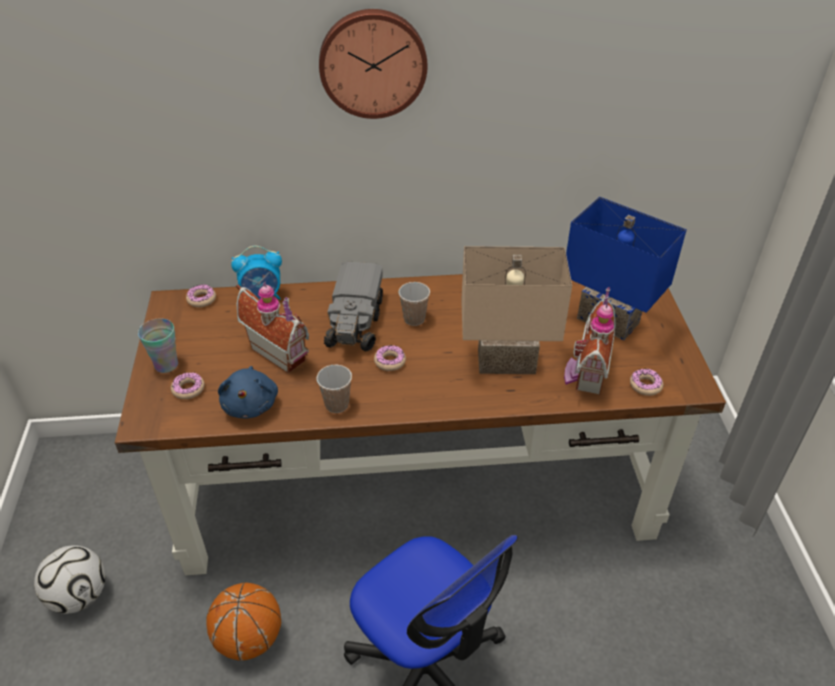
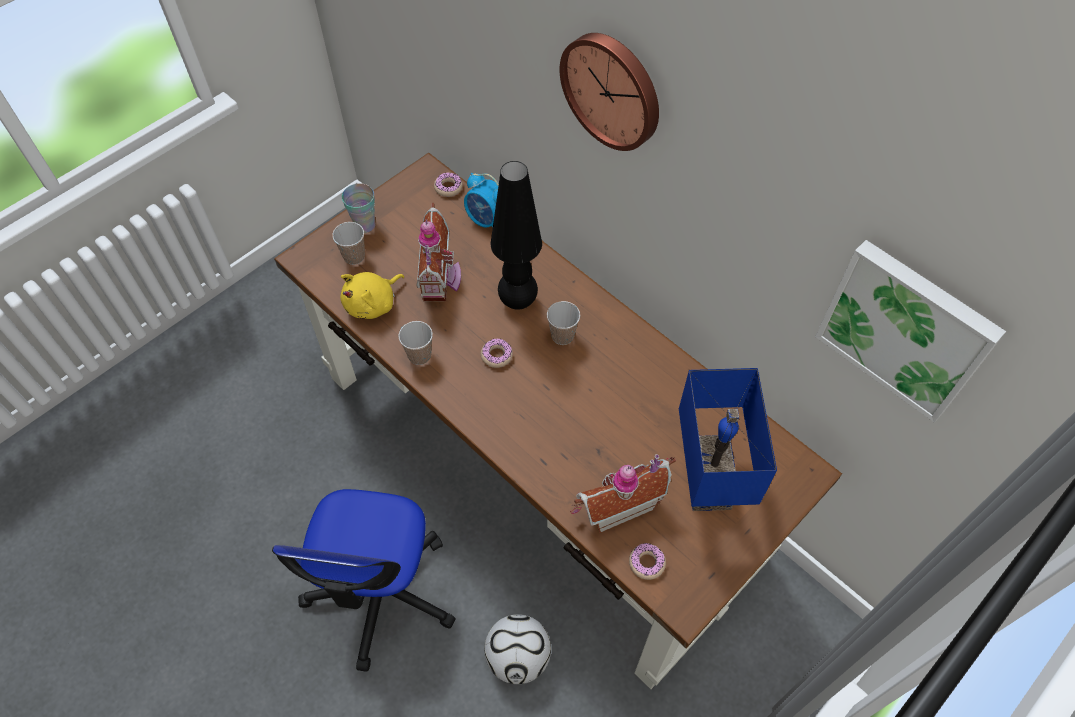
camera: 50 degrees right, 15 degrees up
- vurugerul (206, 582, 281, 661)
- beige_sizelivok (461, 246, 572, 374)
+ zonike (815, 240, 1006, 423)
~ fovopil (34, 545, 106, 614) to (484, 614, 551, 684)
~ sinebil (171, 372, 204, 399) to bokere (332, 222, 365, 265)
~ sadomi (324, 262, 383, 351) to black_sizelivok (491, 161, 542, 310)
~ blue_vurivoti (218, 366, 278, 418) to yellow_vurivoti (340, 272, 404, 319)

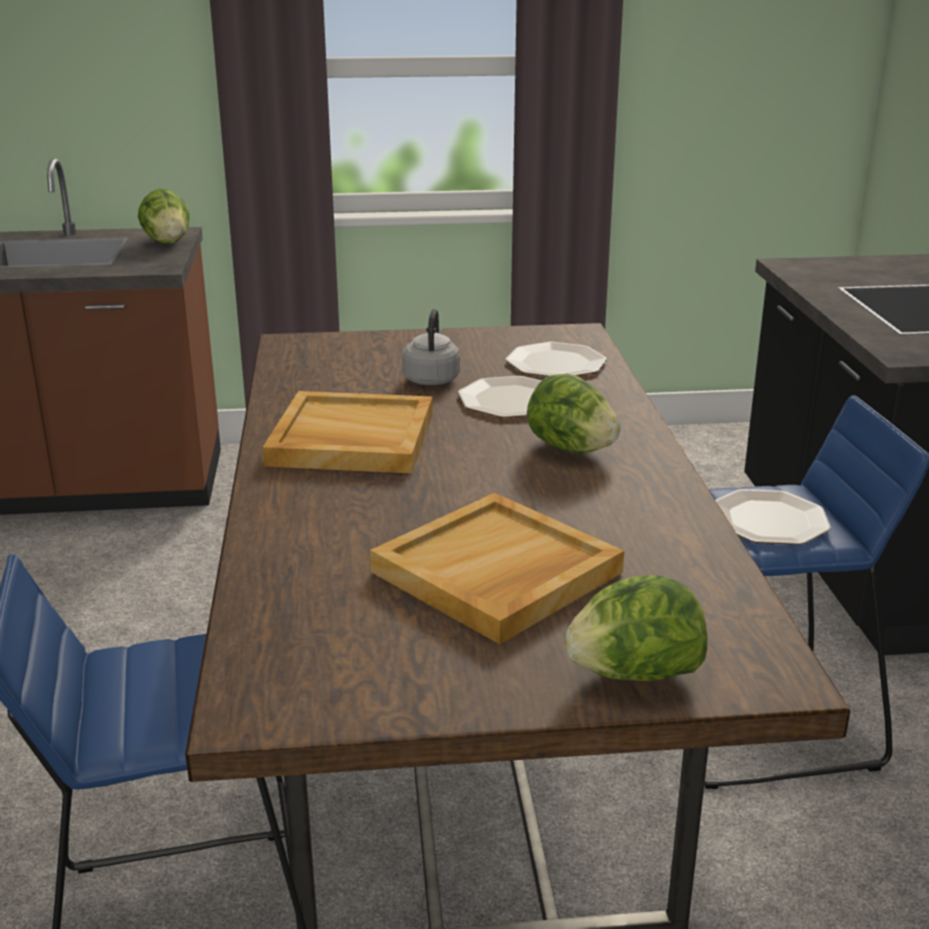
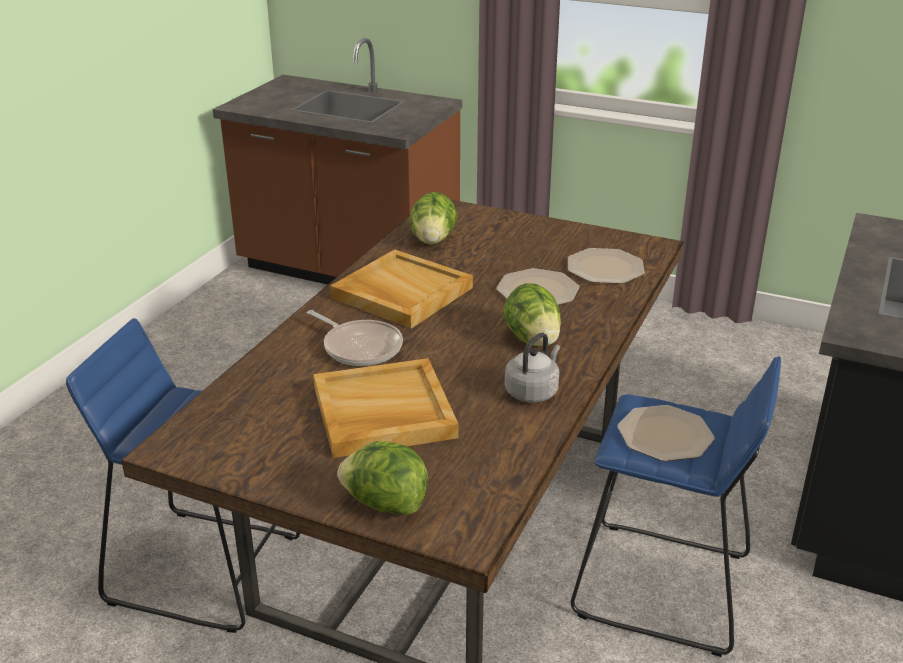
camera: 30 degrees right, 5 degrees up
+ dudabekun (307, 310, 403, 366)
~ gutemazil (138, 188, 190, 244) to (409, 192, 457, 245)
~ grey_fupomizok (402, 309, 460, 385) to (505, 332, 560, 403)

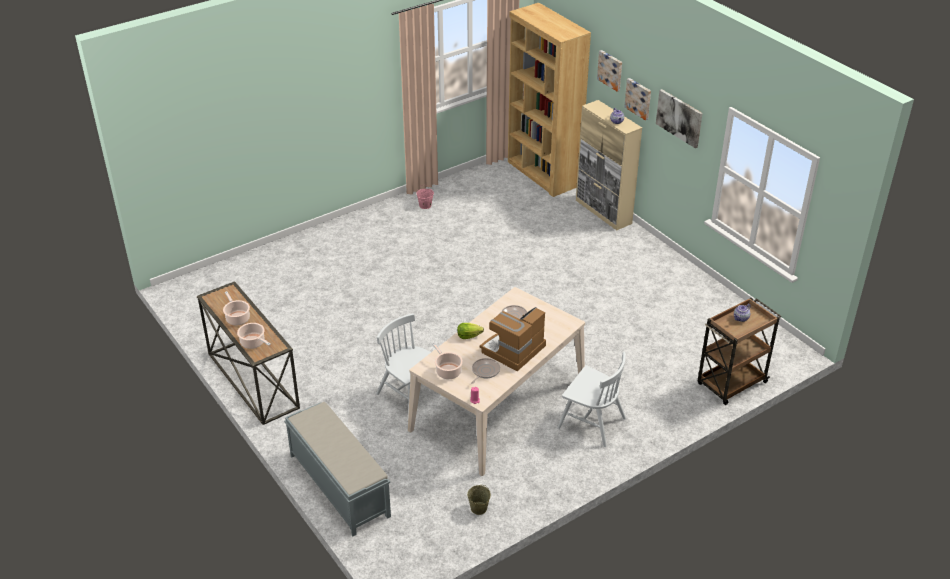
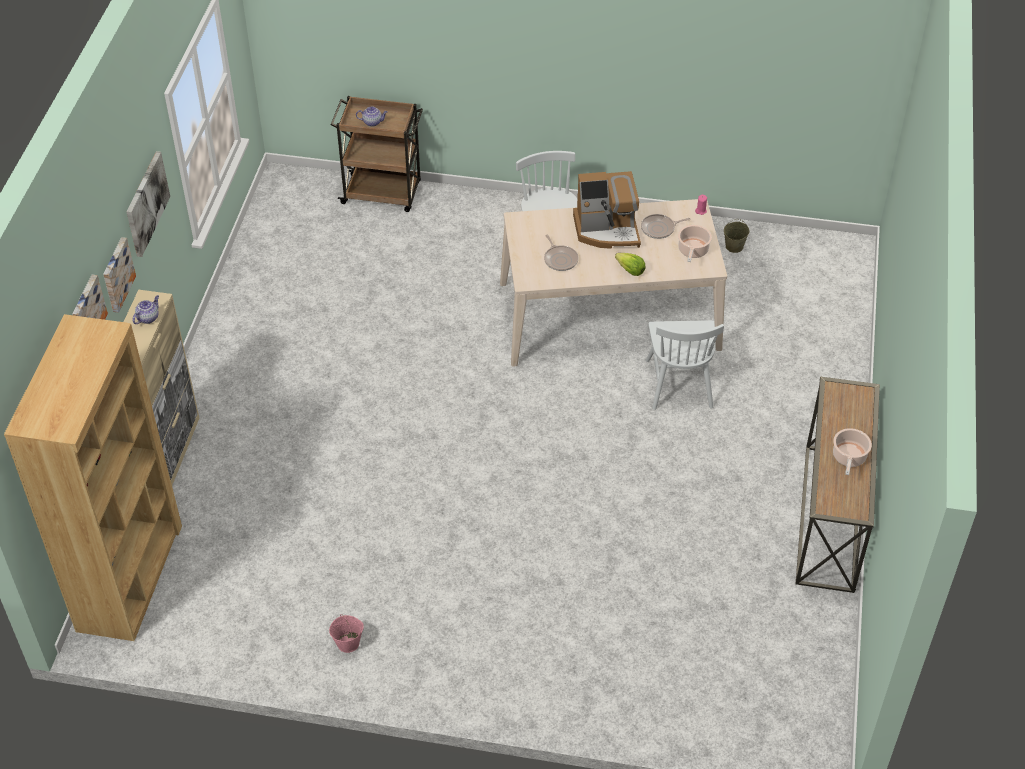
camera: 135 degrees left, 10 degrees up
- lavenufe (237, 323, 271, 349)
- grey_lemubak (284, 402, 391, 536)

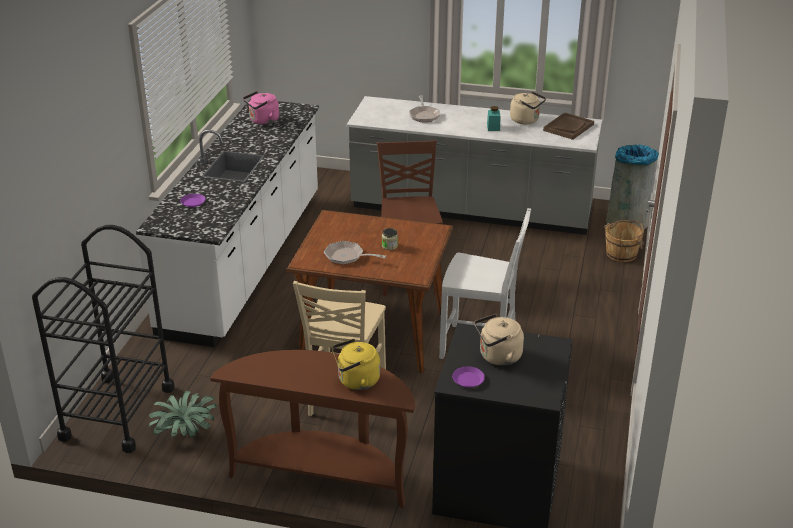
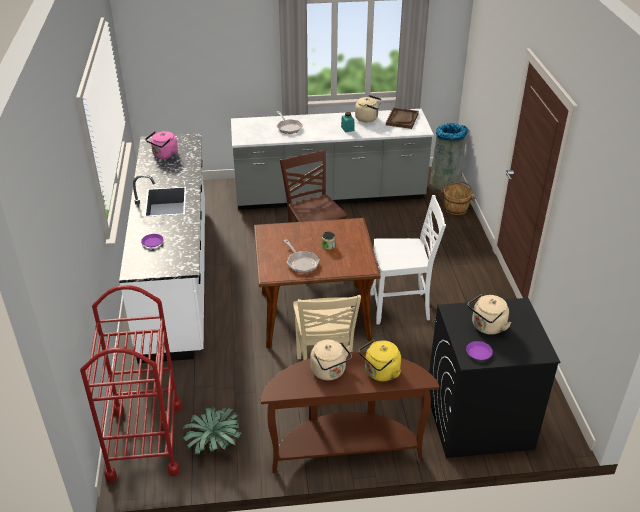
camera: 20 degrees left, 5 degrees up
+ beige_fupomizok (310, 339, 352, 380)
~ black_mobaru (32, 225, 175, 453) to red_mobaru (80, 285, 182, 482)
~ dudabekun (324, 241, 386, 265) = (284, 239, 320, 273) 120 degrees counterclockwise

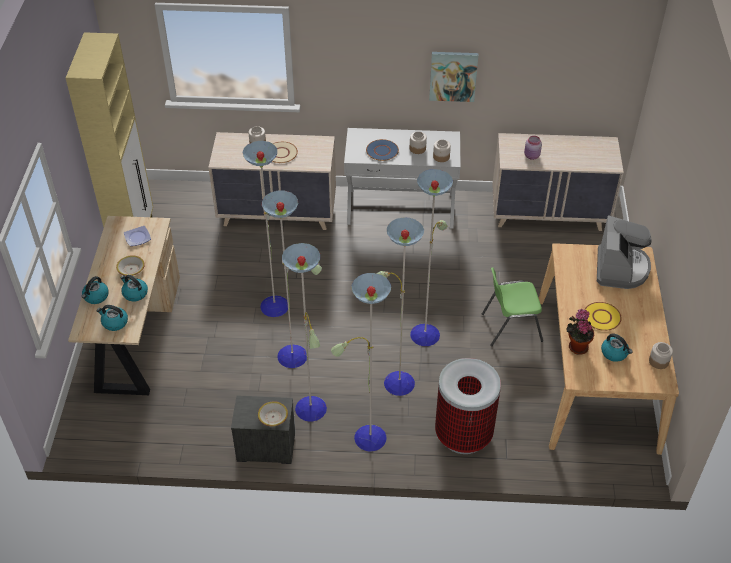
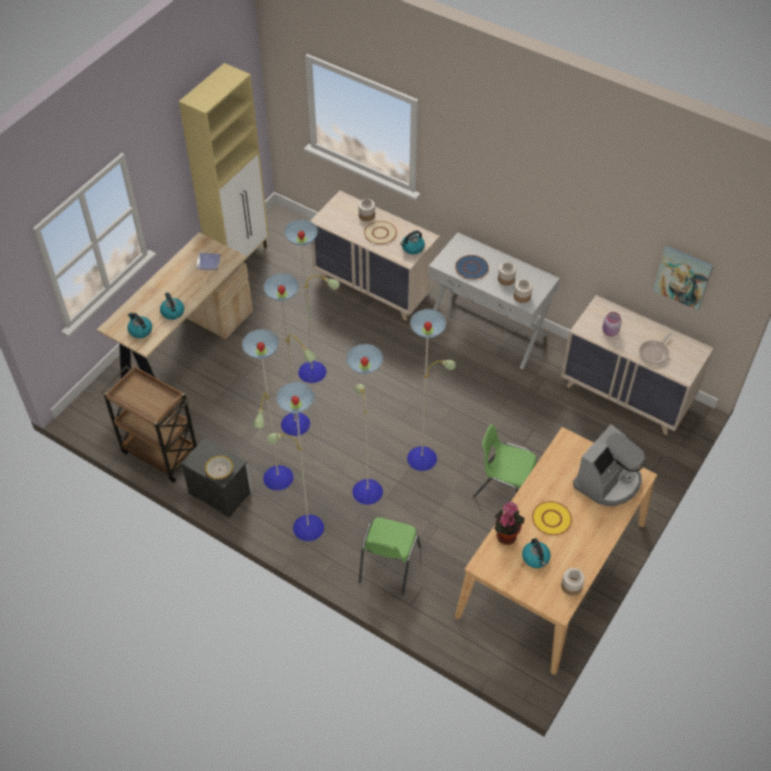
camera: 30 degrees right, 5 degrees up
- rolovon (116, 255, 145, 276)
+ brown_mobaru (101, 365, 197, 483)
+ dudabekun (639, 333, 672, 365)
~ fupomizok (82, 276, 109, 304) to (400, 231, 425, 254)
~ zonike (429, 52, 478, 102) to (653, 245, 713, 310)
~ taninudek (435, 358, 501, 454) to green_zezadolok (359, 517, 421, 595)

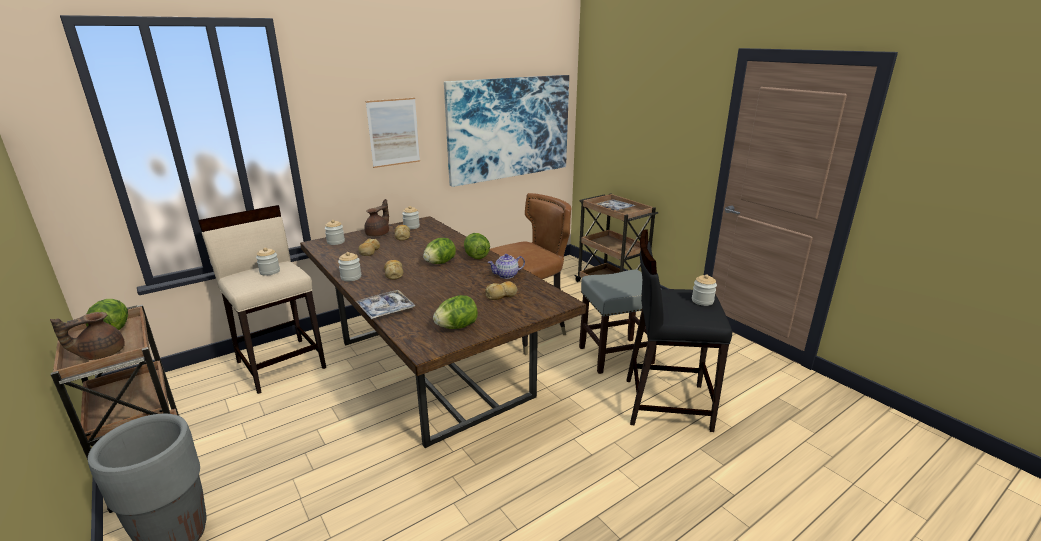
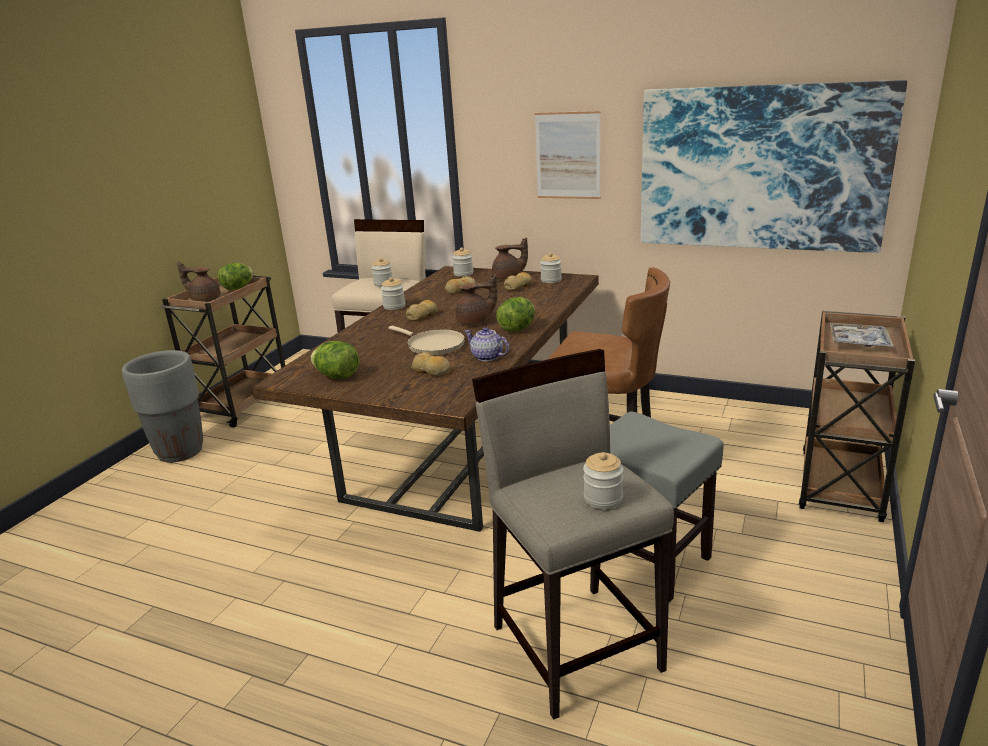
camera: 60 degrees right, 0 degrees up
- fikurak (356, 290, 416, 319)
+ beige_dudabekun (389, 326, 465, 355)
~ gutemazil (423, 238, 456, 264) to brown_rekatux (455, 274, 497, 324)
~ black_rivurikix (627, 229, 732, 432) to beige_rivurikix (472, 349, 674, 720)

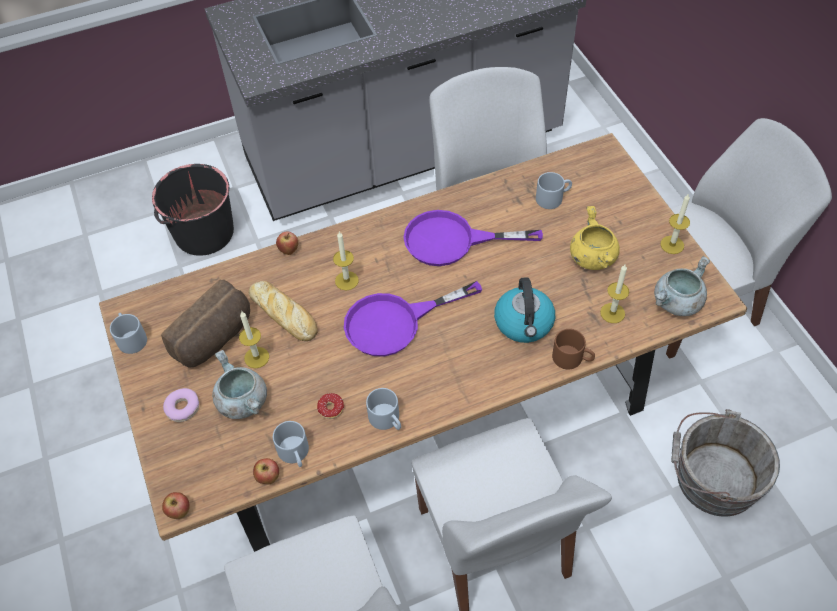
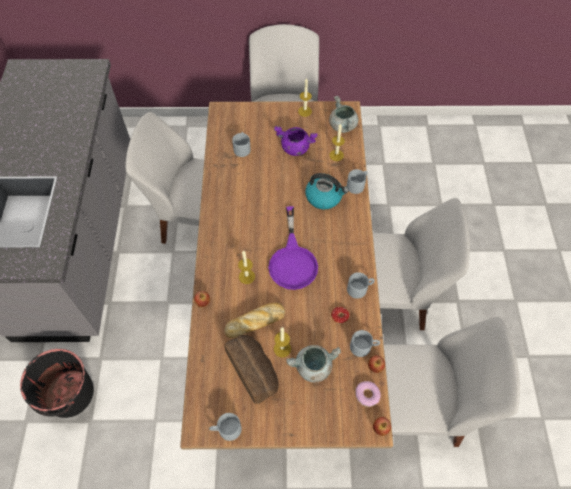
camera: 70 degrees left, 5 degrees up
- purple_dudabekun (403, 210, 543, 266)
- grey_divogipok (671, 409, 780, 517)
~ sinebil (163, 388, 199, 422) to (355, 381, 381, 407)
~ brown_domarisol (552, 329, 595, 370) to grey_domarisol (347, 169, 367, 194)
~ yellow_lavenufe (570, 206, 620, 270) to purple_lavenufe (274, 126, 318, 156)

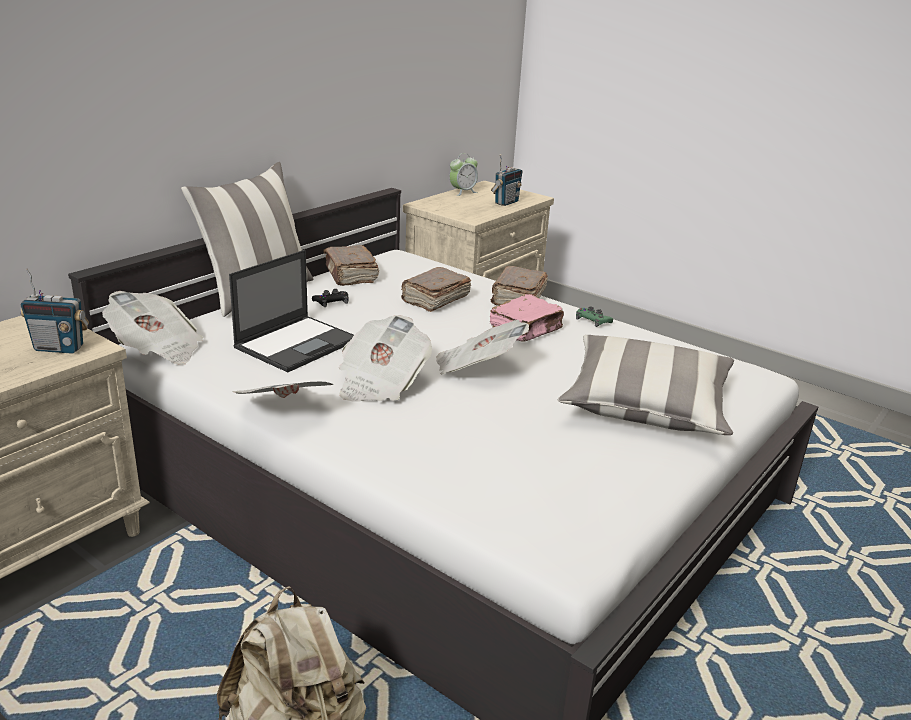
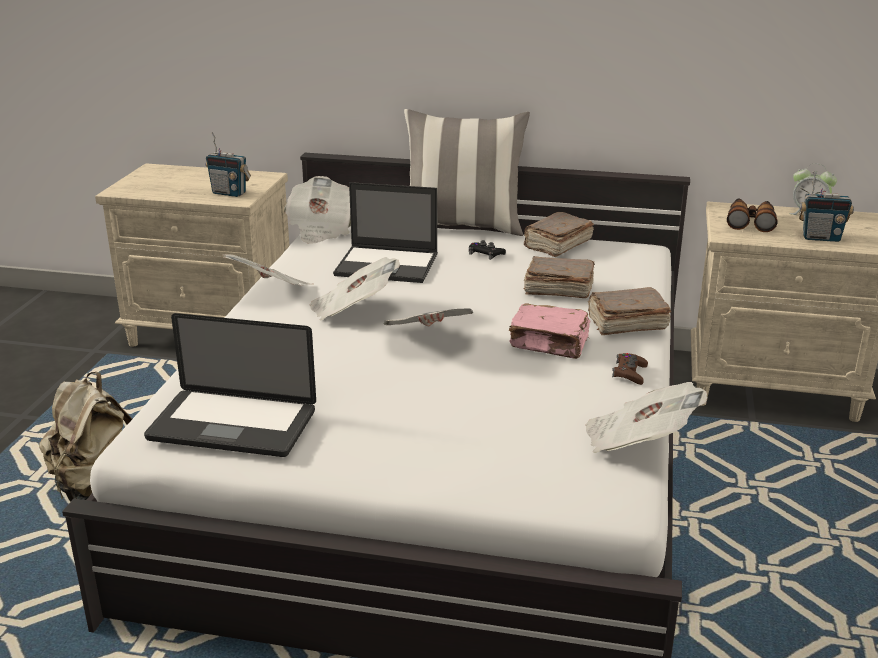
camera: 65 degrees right, 0 degrees up
- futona (557, 335, 734, 435)
+ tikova (144, 313, 316, 457)
+ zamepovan (585, 382, 707, 453)
+ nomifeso (727, 198, 778, 232)
~ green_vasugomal (576, 307, 613, 327) to brown_vasugomal (612, 353, 648, 385)
~ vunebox (20, 268, 89, 354) = (206, 132, 251, 197) 45 degrees counterclockwise

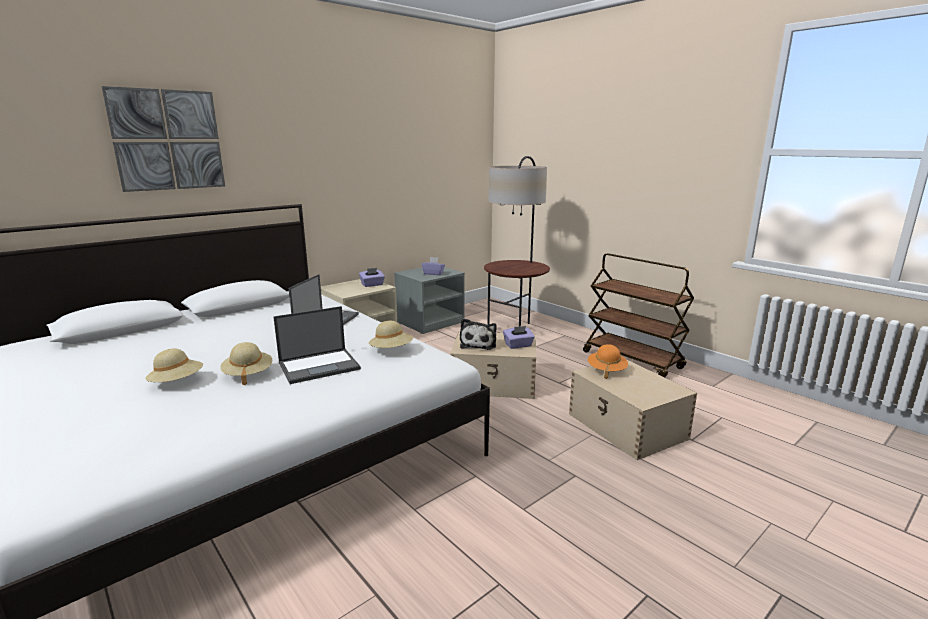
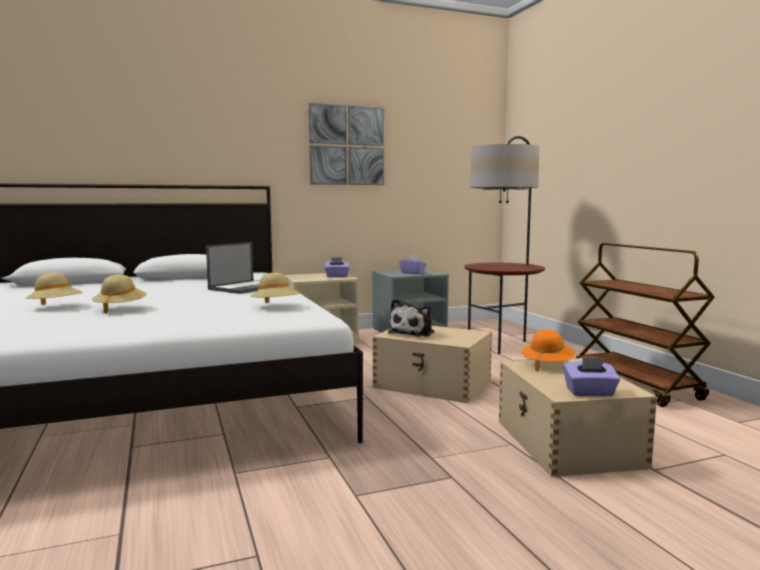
camera: 20 degrees right, 10 degrees down
- tikova (273, 306, 361, 384)
~ zonike (102, 86, 225, 192) to (309, 103, 385, 185)
~ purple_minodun (503, 326, 535, 349) to (563, 357, 620, 396)

